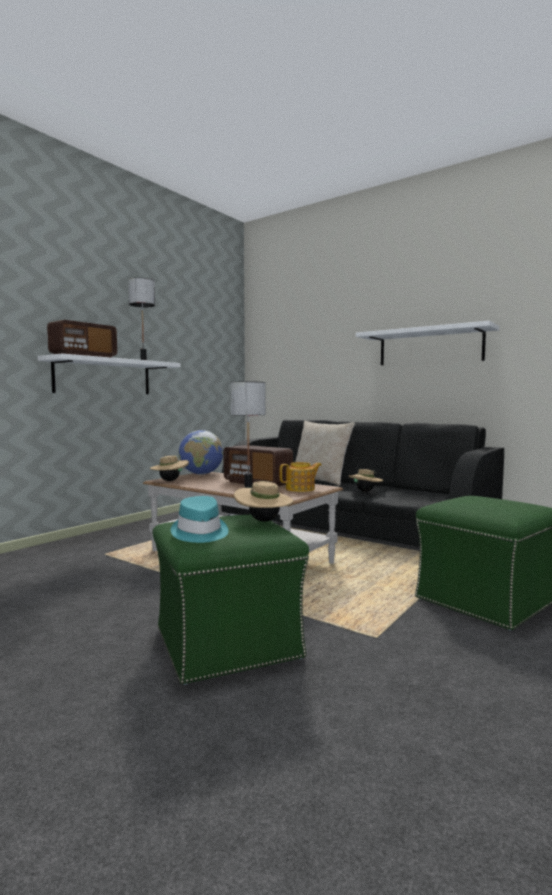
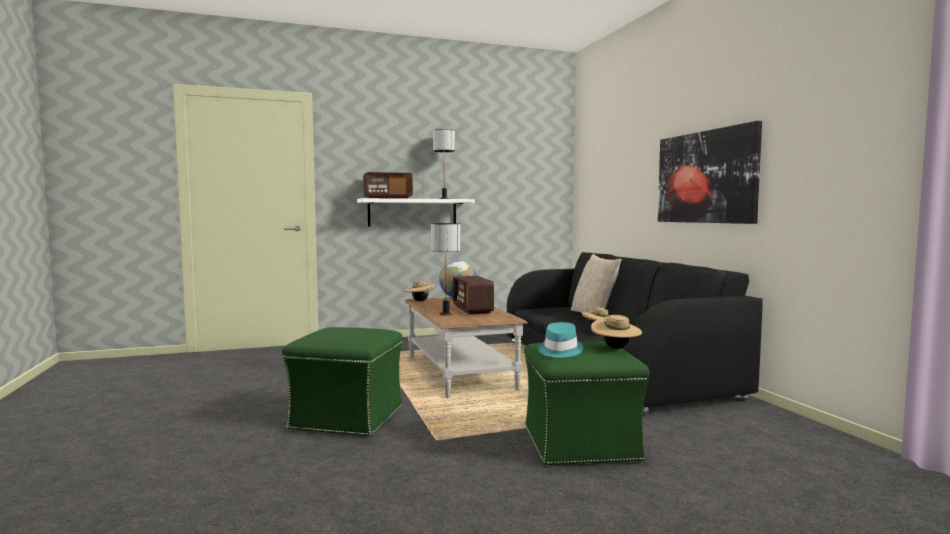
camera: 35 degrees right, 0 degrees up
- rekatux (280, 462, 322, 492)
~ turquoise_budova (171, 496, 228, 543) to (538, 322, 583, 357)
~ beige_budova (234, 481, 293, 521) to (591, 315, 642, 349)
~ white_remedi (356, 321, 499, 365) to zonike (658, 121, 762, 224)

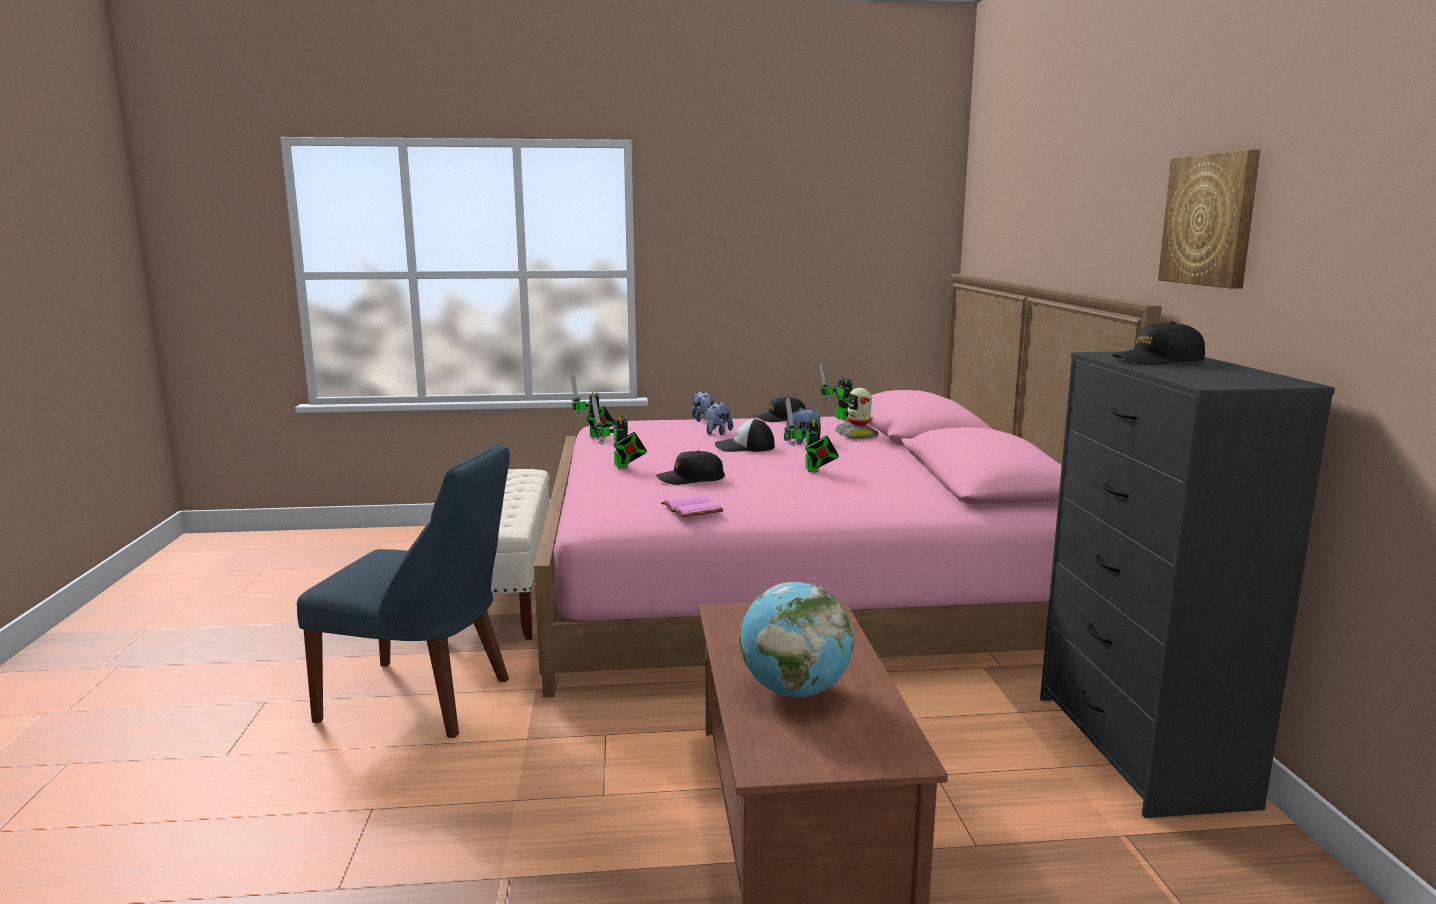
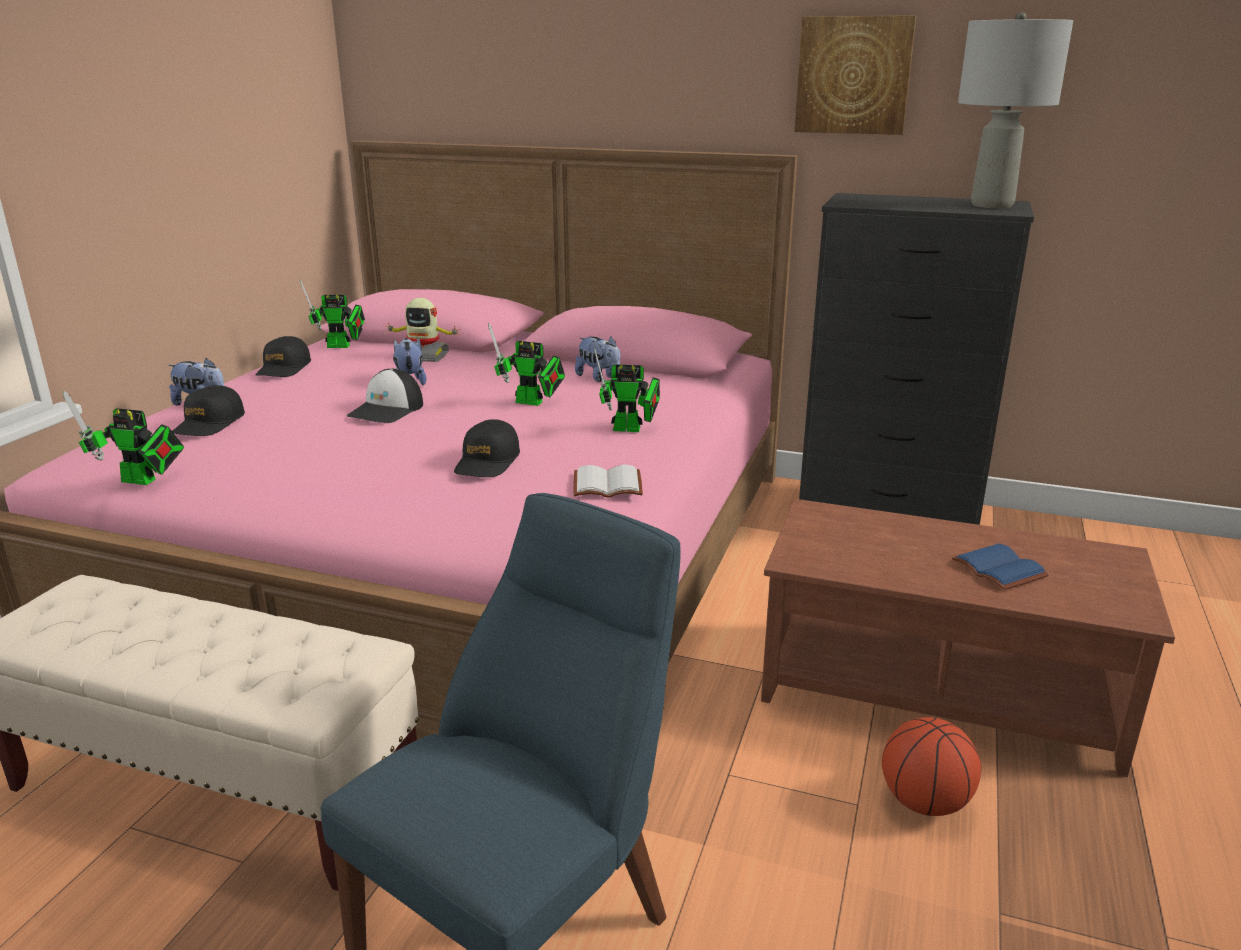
camera: 65 degrees left, 10 degrees up
+ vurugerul (882, 717, 981, 816)
+ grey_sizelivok (958, 12, 1073, 208)
~ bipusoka (591, 396, 647, 469) to (594, 347, 660, 432)
~ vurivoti (706, 402, 733, 435) to (575, 336, 620, 382)
~ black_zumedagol (1112, 321, 1205, 365) to (172, 385, 245, 436)
~ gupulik (740, 582, 854, 697) to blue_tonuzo (952, 543, 1049, 590)
~ pink_tonuzo (661, 494, 723, 518) to white_tonuzo (574, 465, 643, 498)

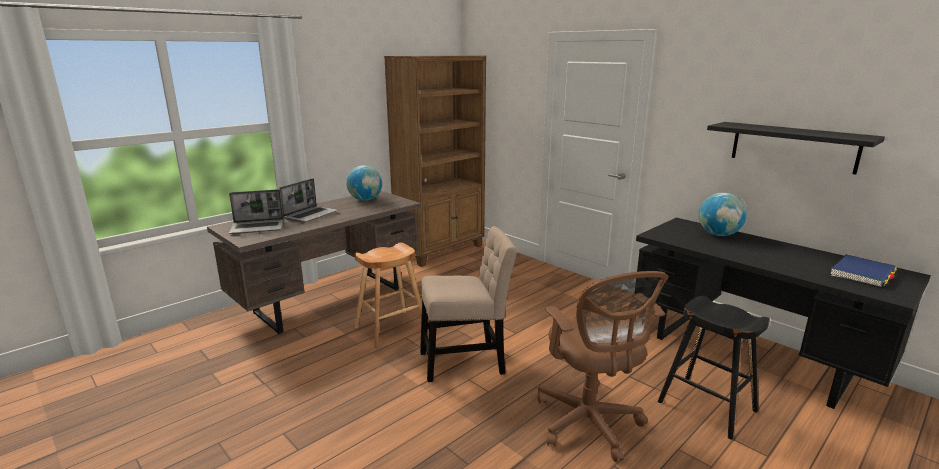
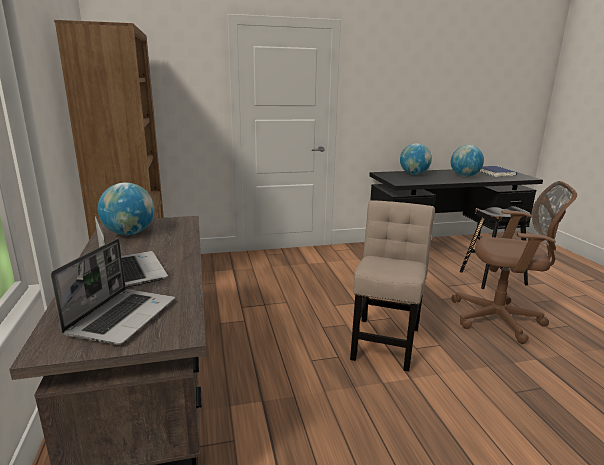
camera: 60 degrees left, 0 degrees up
- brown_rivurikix (355, 243, 428, 348)
- black_remedi (707, 122, 885, 174)
+ gupulik (451, 145, 484, 177)

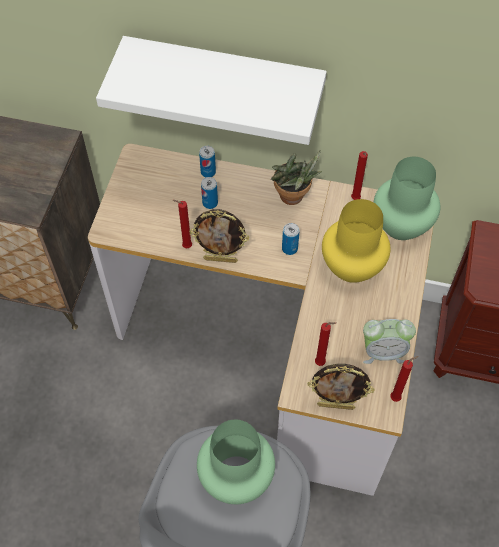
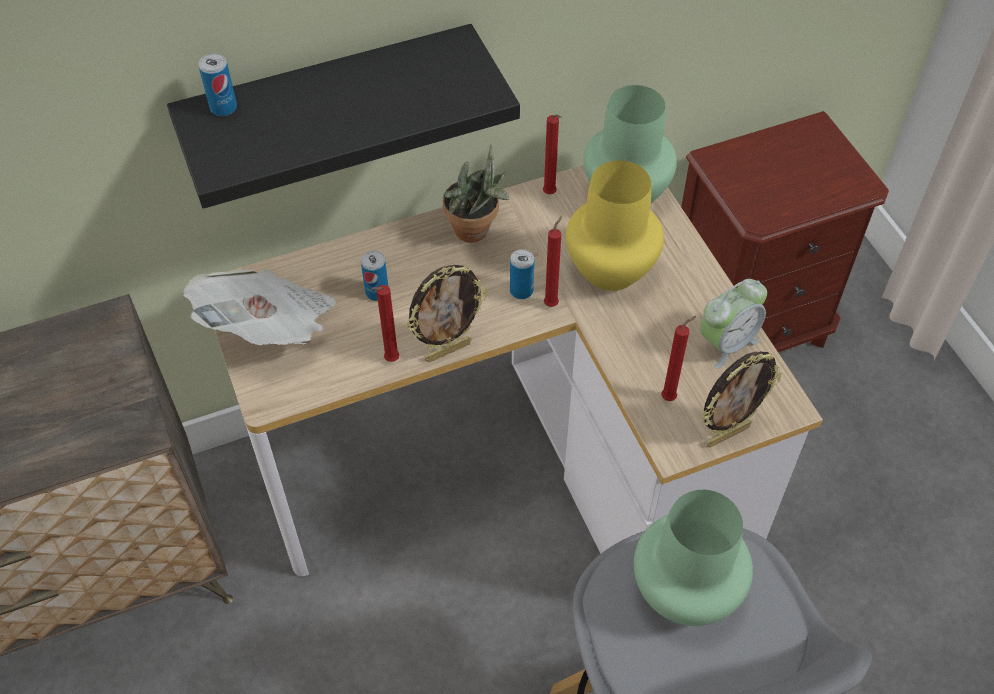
camera: 35 degrees left, 5 degrees down
+ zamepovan (183, 269, 336, 345)
~ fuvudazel (199, 146, 216, 177) to (199, 53, 237, 116)
~ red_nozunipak (390, 356, 419, 402) to (544, 216, 562, 307)
~ white_remedi (96, 36, 327, 145) to black_remedi (167, 24, 520, 209)

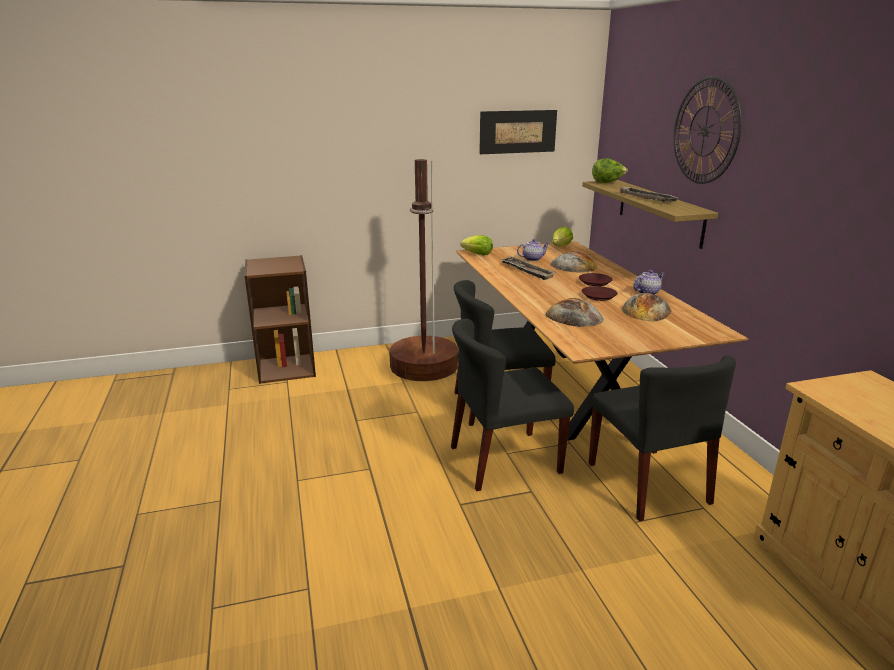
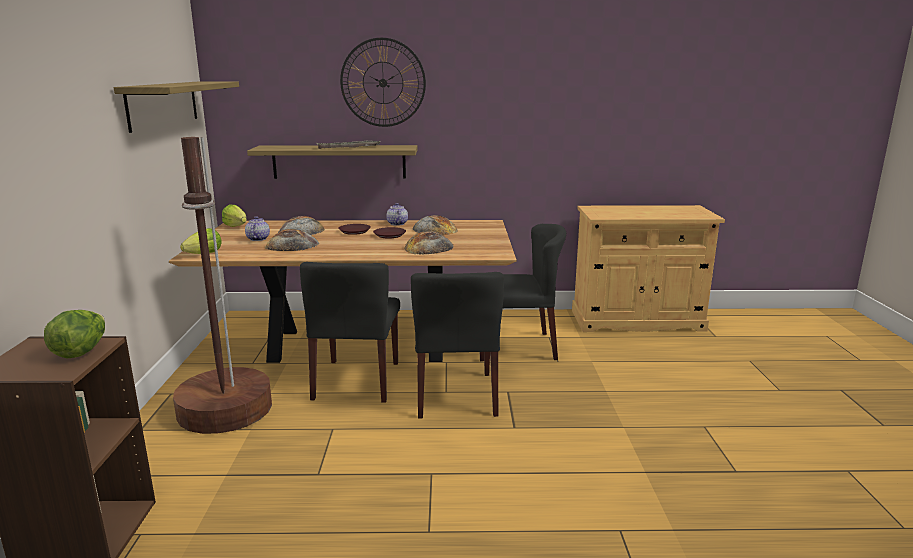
camera: 75 degrees left, 5 degrees down
~ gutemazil (592, 158, 628, 183) to (44, 310, 105, 359)
~ zonike (479, 110, 557, 154) to remedi (114, 82, 239, 133)
~ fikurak (502, 257, 556, 280) to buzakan (265, 229, 319, 251)

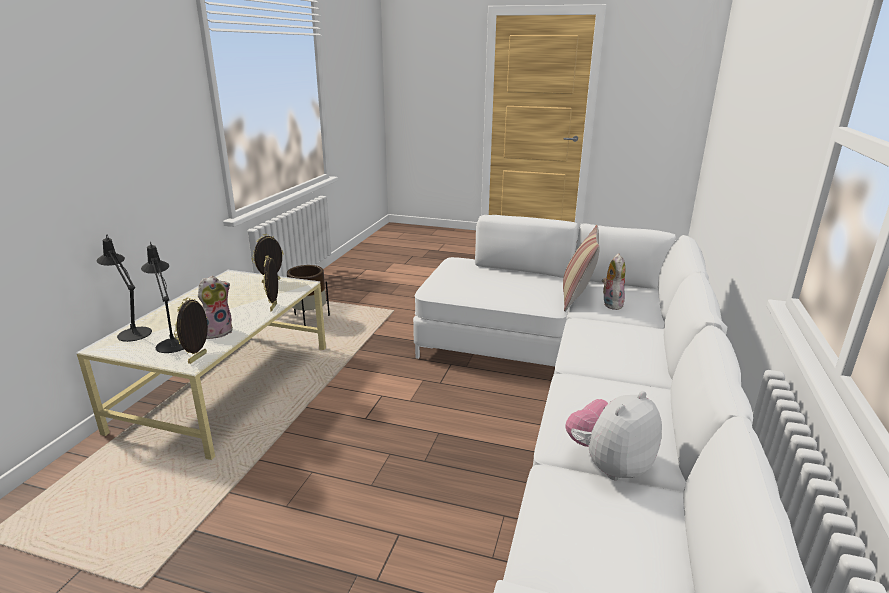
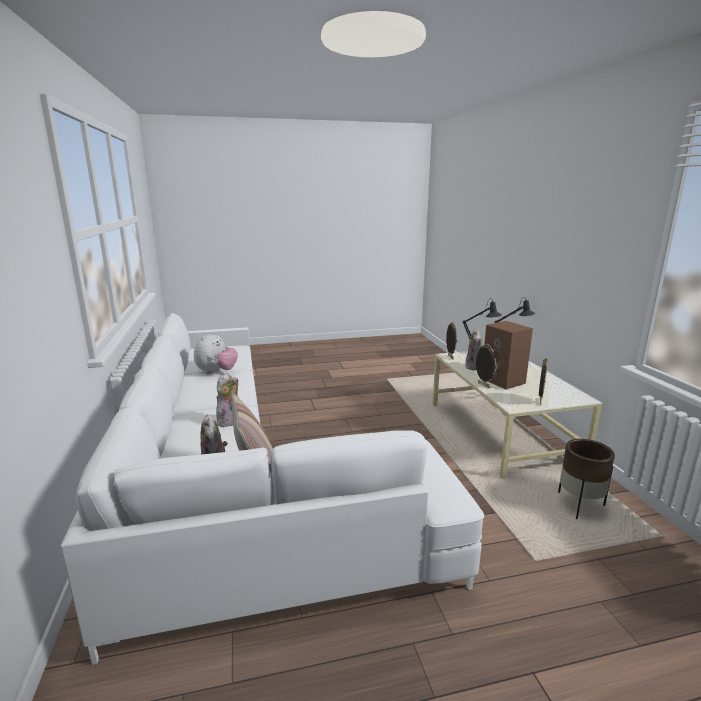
camera: 150 degrees right, 5 degrees down
+ vurivoti (216, 373, 238, 427)
+ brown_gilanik (484, 321, 533, 389)

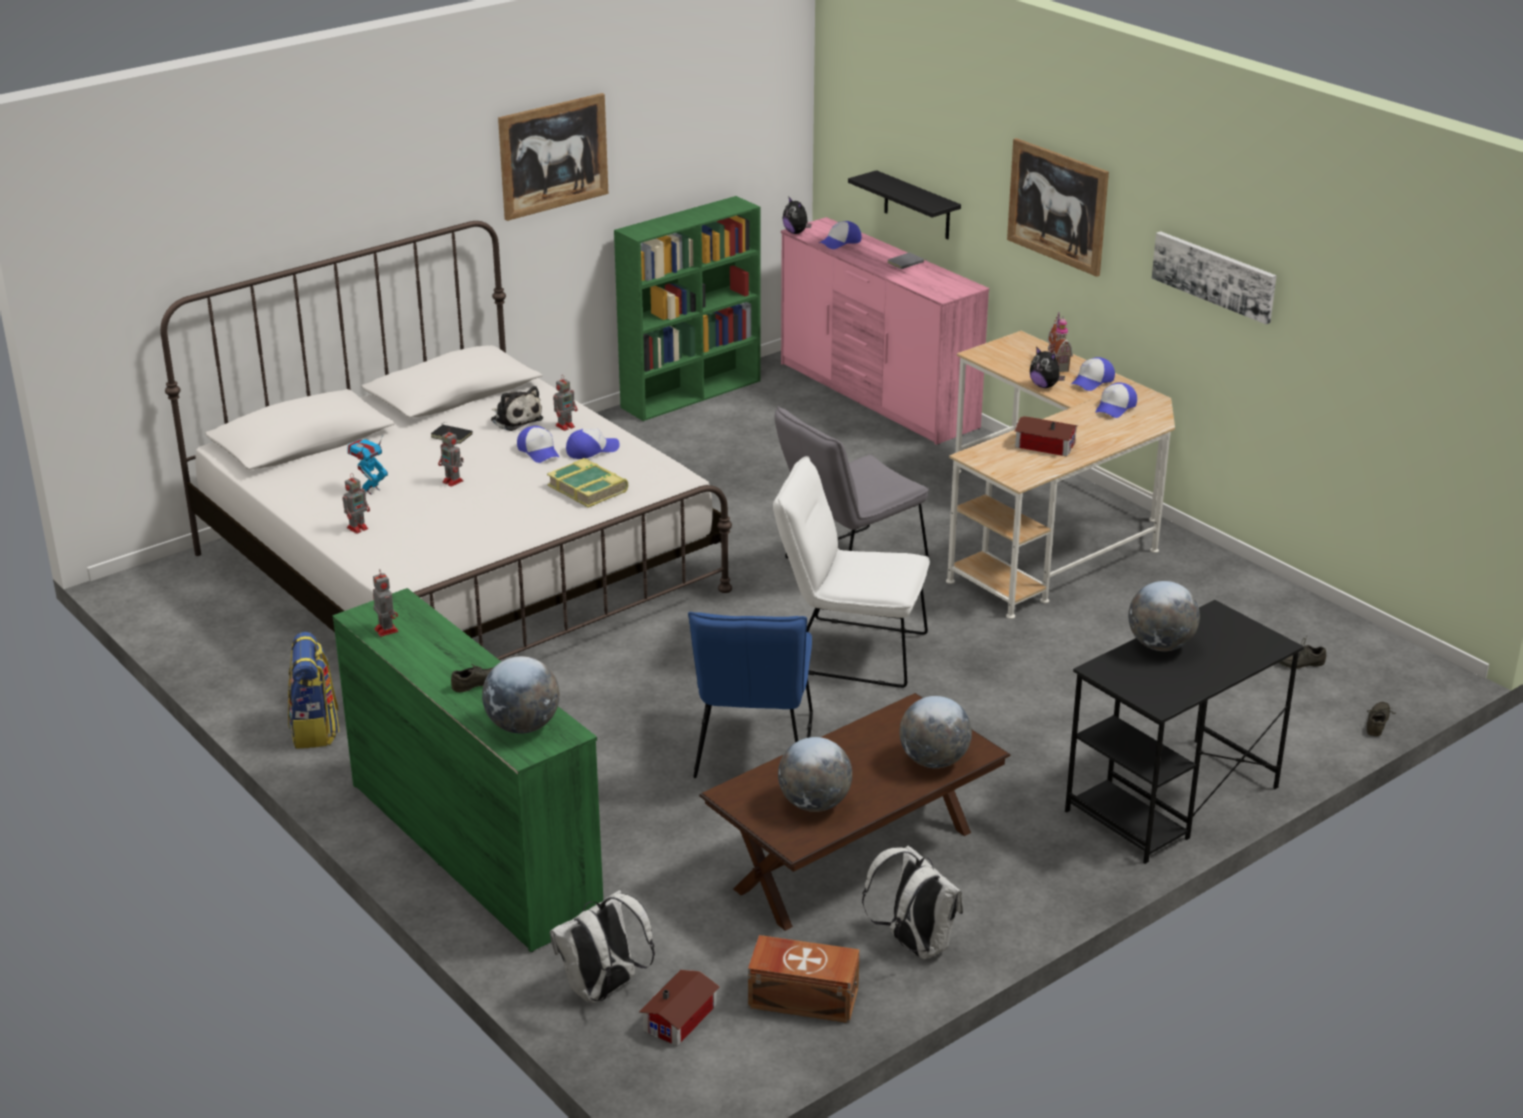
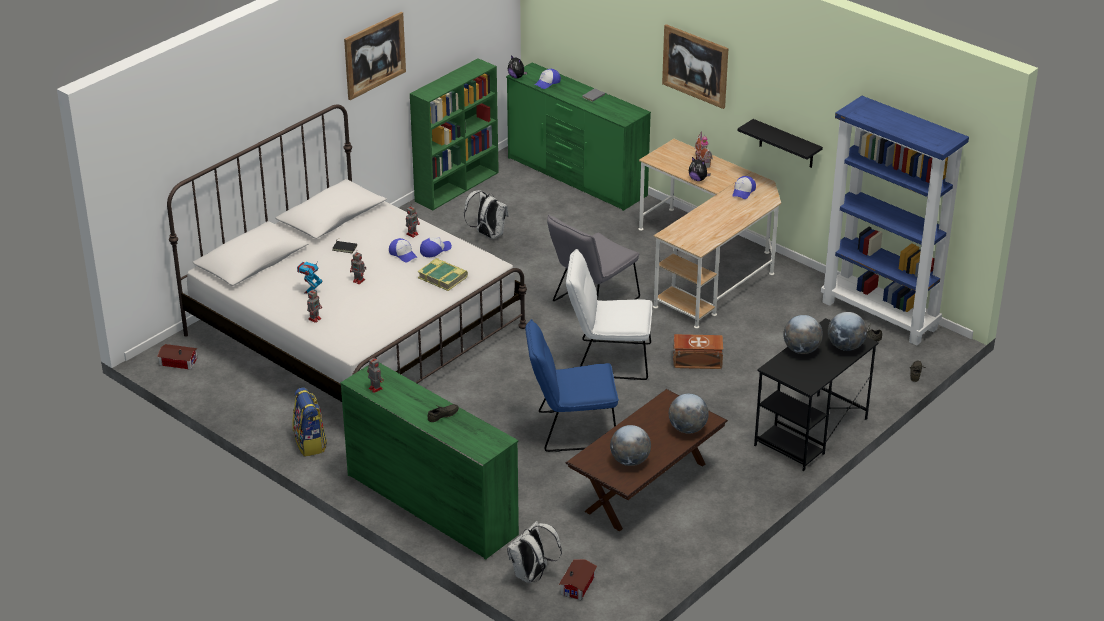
camera: 10 degrees left, 5 degrees up
- vurivoti (491, 386, 543, 431)
- zumedagol (1071, 357, 1115, 391)
- zonike (1151, 231, 1277, 324)
+ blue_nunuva (821, 96, 969, 346)
~ gupulik (482, 656, 560, 734) to (828, 312, 867, 351)
~ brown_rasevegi (748, 935, 860, 1023) to (673, 334, 723, 369)
~ black_remedi (848, 170, 961, 239) to (738, 119, 823, 168)
~ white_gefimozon (862, 846, 963, 959) to (464, 190, 509, 239)
~ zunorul (1015, 416, 1078, 457) to (157, 344, 198, 370)
~ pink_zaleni (781, 217, 989, 445) to green_zaleni (506, 62, 651, 211)
~ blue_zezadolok (688, 612, 813, 778) = (525, 319, 619, 452) 90 degrees clockwise

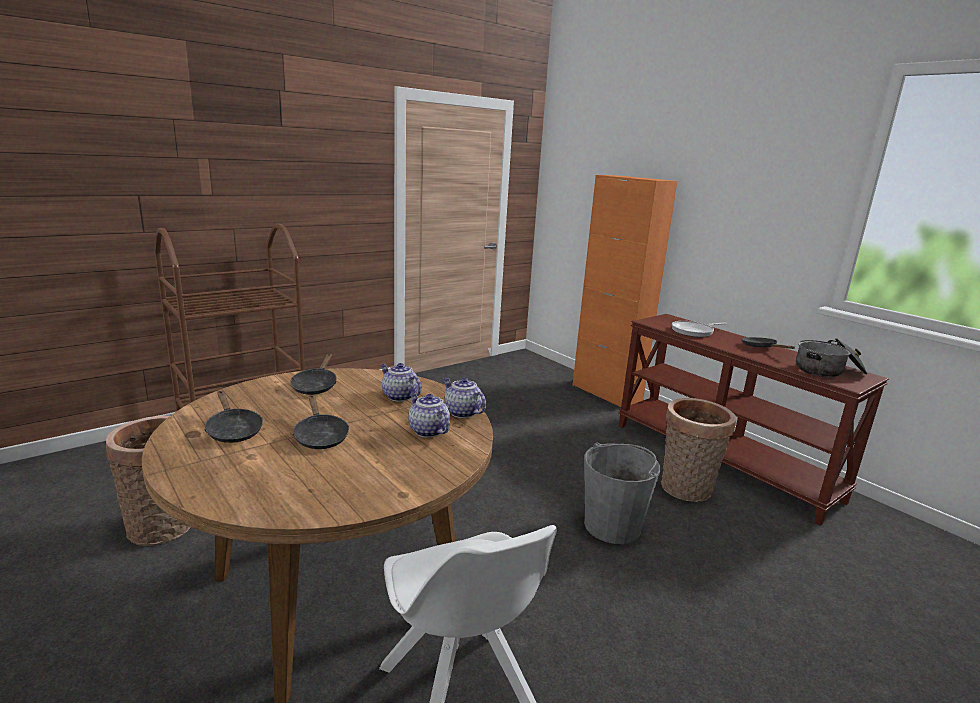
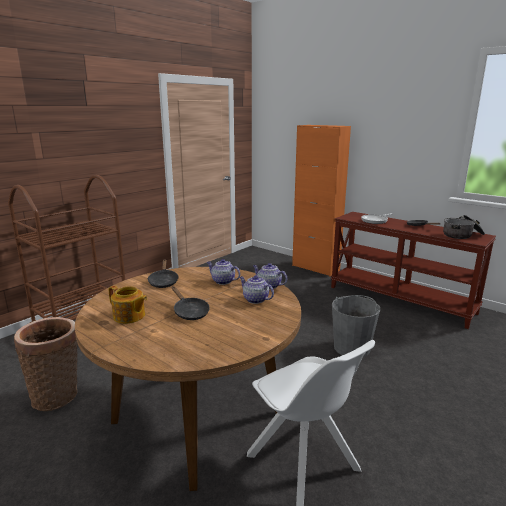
camera: 10 degrees left, 0 degrees up
- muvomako (661, 398, 736, 502)
~ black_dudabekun (204, 391, 263, 443) to rekatux (109, 286, 147, 324)

